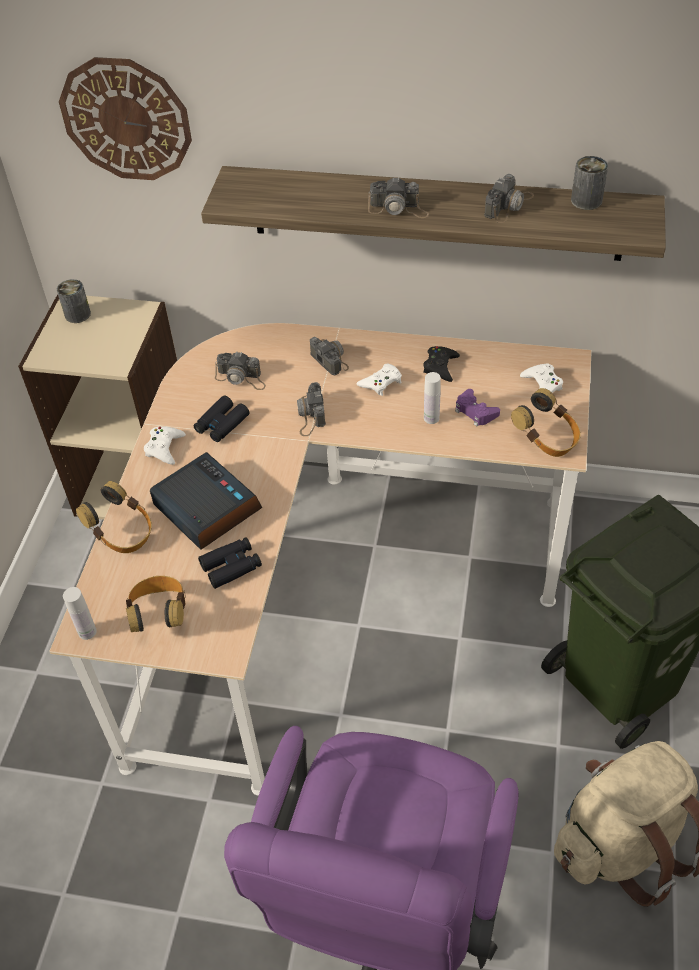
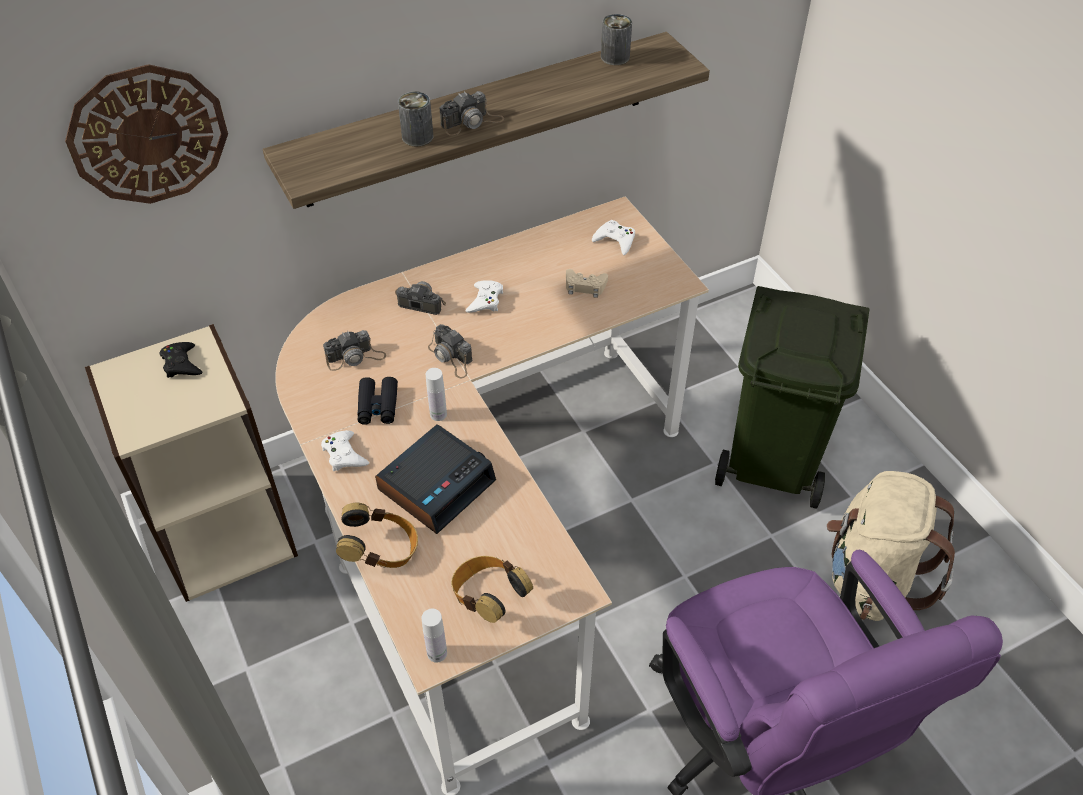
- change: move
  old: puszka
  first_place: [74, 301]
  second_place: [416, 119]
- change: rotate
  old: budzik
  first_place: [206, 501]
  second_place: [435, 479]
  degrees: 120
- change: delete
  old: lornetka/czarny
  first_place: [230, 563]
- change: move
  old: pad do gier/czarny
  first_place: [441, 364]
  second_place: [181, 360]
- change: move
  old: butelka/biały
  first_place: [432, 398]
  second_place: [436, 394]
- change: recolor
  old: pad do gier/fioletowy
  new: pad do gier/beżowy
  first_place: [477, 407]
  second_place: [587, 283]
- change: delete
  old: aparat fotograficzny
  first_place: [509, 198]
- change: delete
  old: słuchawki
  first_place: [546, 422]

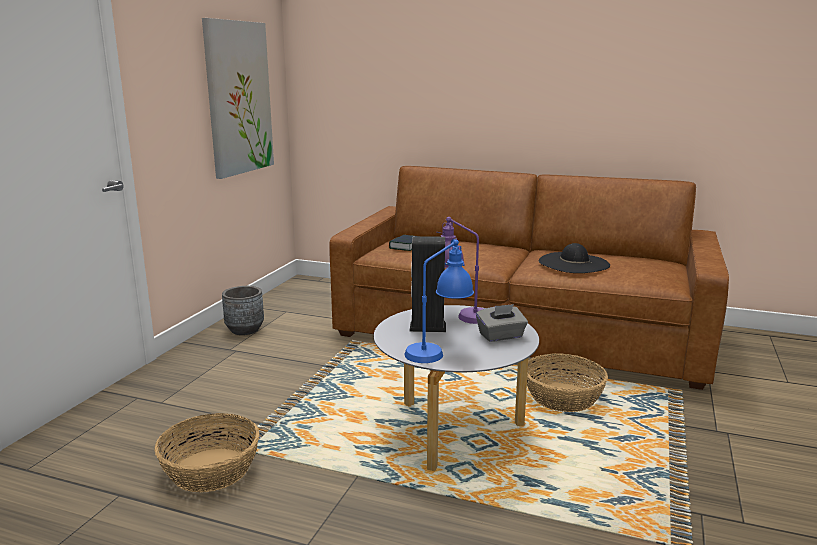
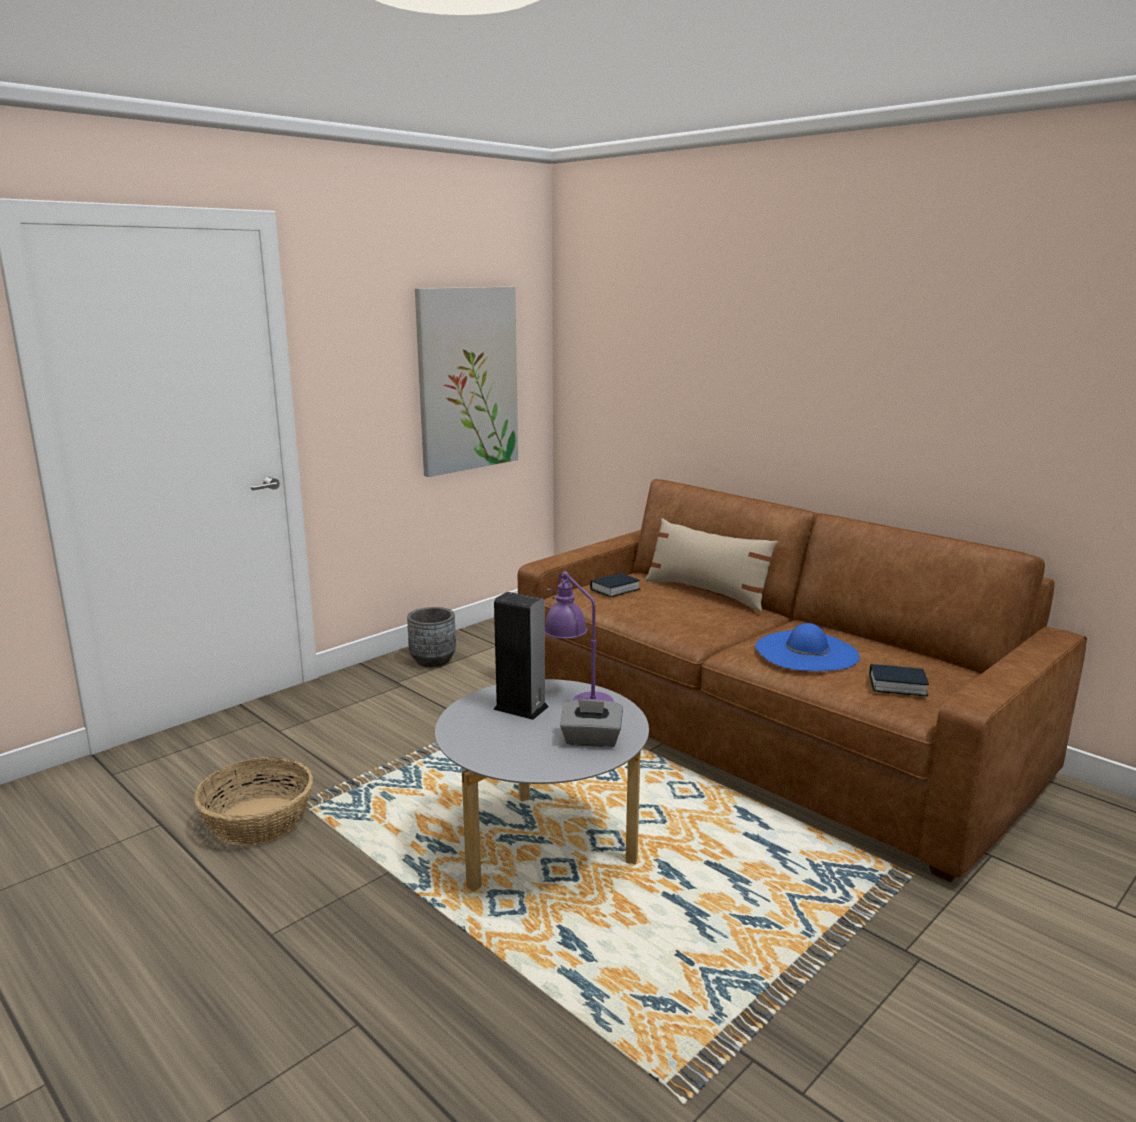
- change: delete
  old: lampa stołowa/niebieski
  first_place: [439, 301]
- change: delete
  old: koszyk
  first_place: [567, 382]
- change: recolor
  old: kapelusz/czarny
  new: kapelusz/niebieski
  first_place: [574, 258]
  second_place: [807, 647]
- change: insert
  new: poduszka/beżowy
  second_place: [711, 564]
- change: insert
  new: książka
  second_place: [899, 680]

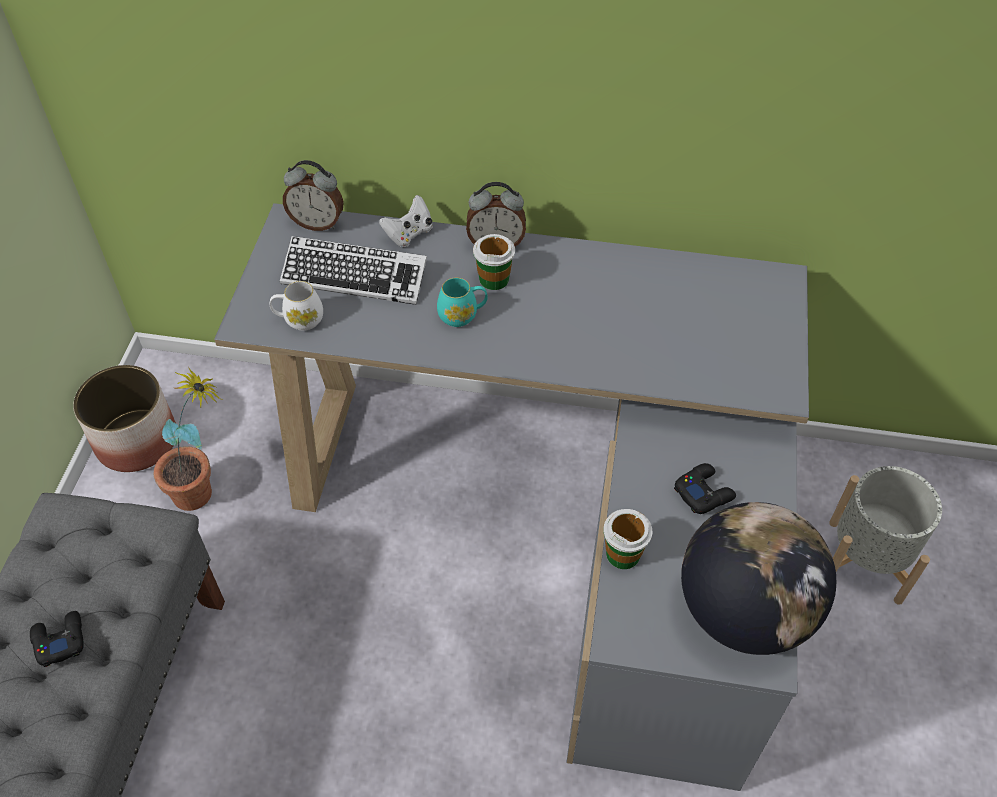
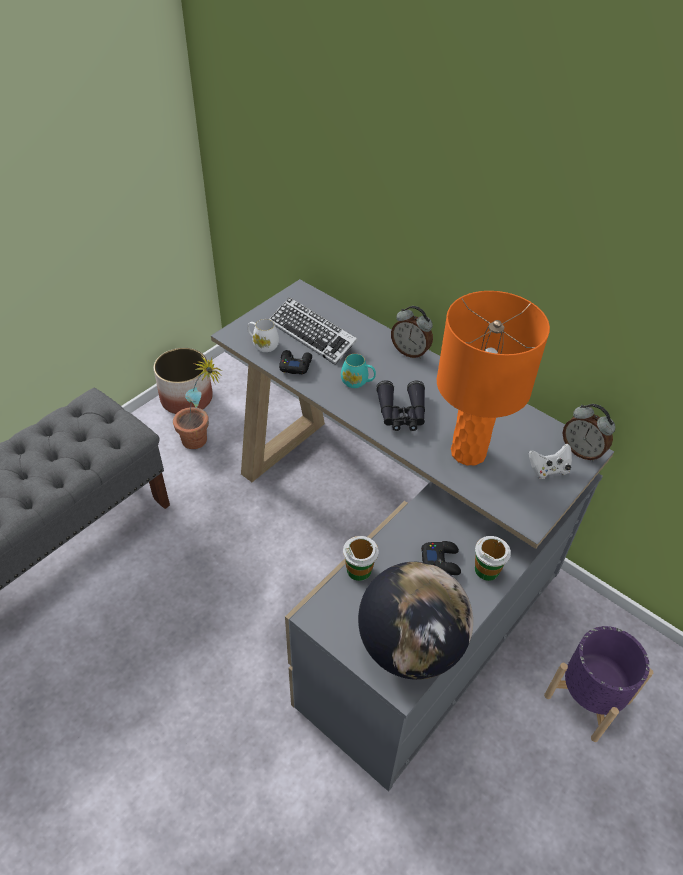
- change: move
  old: pad do gier/czarny
  first_place: [57, 639]
  second_place: [295, 362]
- change: move
  old: budzik
  first_place: [313, 195]
  second_place: [589, 432]
- change: move
  old: pad do gier/biały
  first_place: [406, 221]
  second_place: [550, 461]
- change: move
  old: filiżanka
  first_place: [494, 262]
  second_place: [493, 558]
- change: recolor
  old: donica/szary
  new: donica/fioletowy
  first_place: [885, 535]
  second_place: [598, 684]
- change: insert
  new: lornetka/czarny
  second_place: [400, 405]
- change: insert
  new: lampa stołowa/pomarańczowy
  second_place: [493, 378]

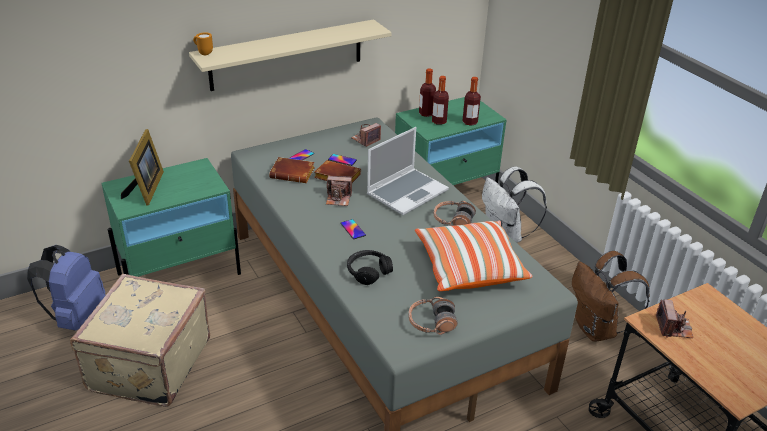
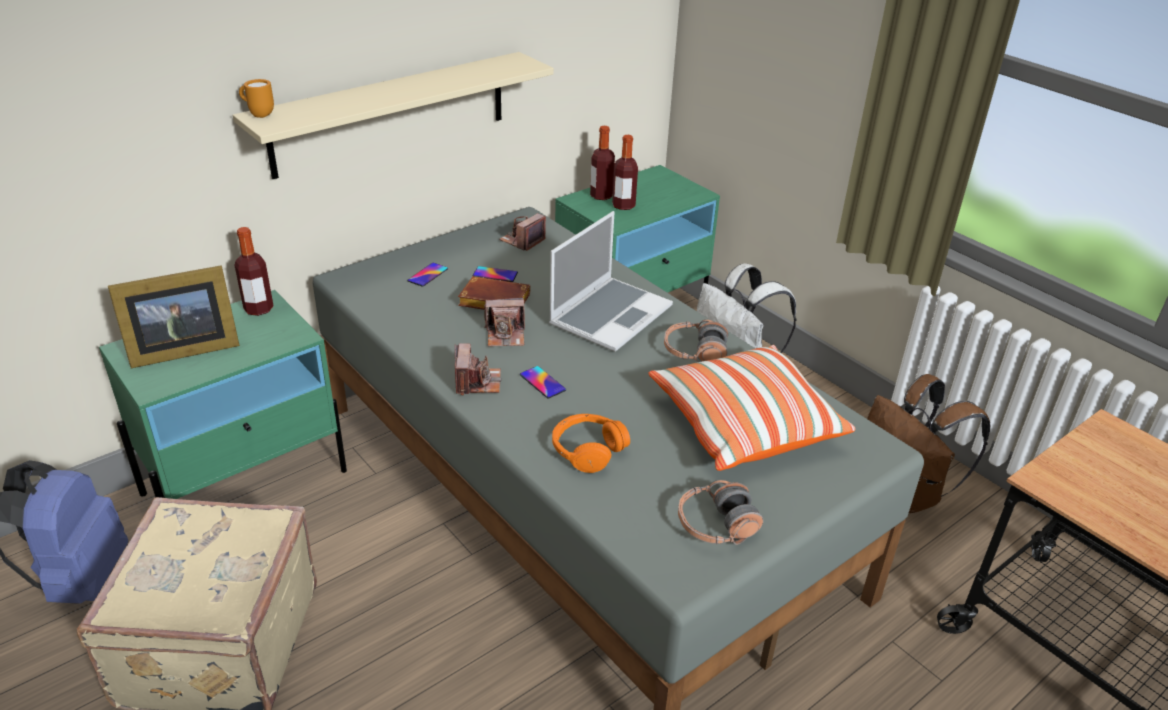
- change: rotate
  old: ramka na zdjęcie
  first_place: [142, 167]
  second_place: [174, 316]
  degrees: 75
- change: delete
  old: książka/brązowy
  first_place: [292, 170]
- change: recolor
  old: słuchawki/czarny
  new: słuchawki/pomarańczowy
  first_place: [370, 267]
  second_place: [591, 443]
- change: move
  old: butelka
  first_place: [471, 101]
  second_place: [254, 271]
- change: move
  old: aparat fotograficzny
  first_place: [675, 318]
  second_place: [478, 369]

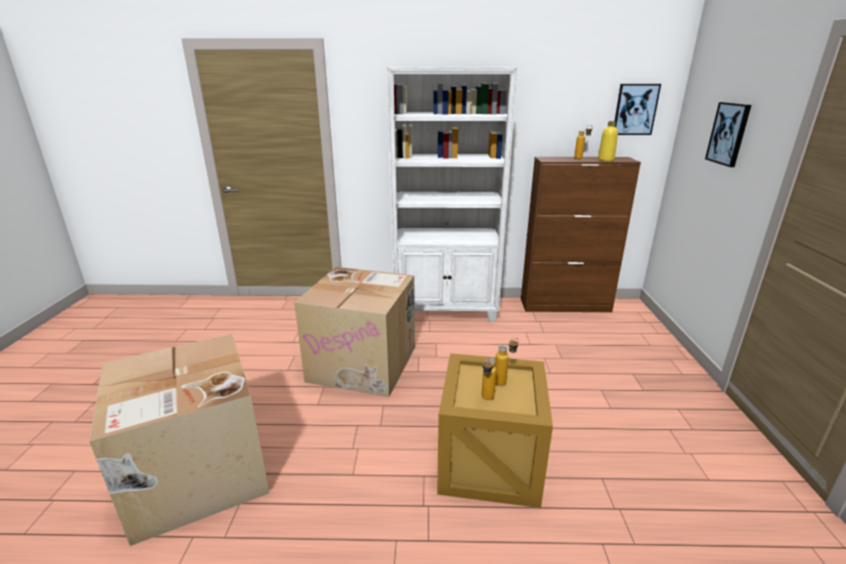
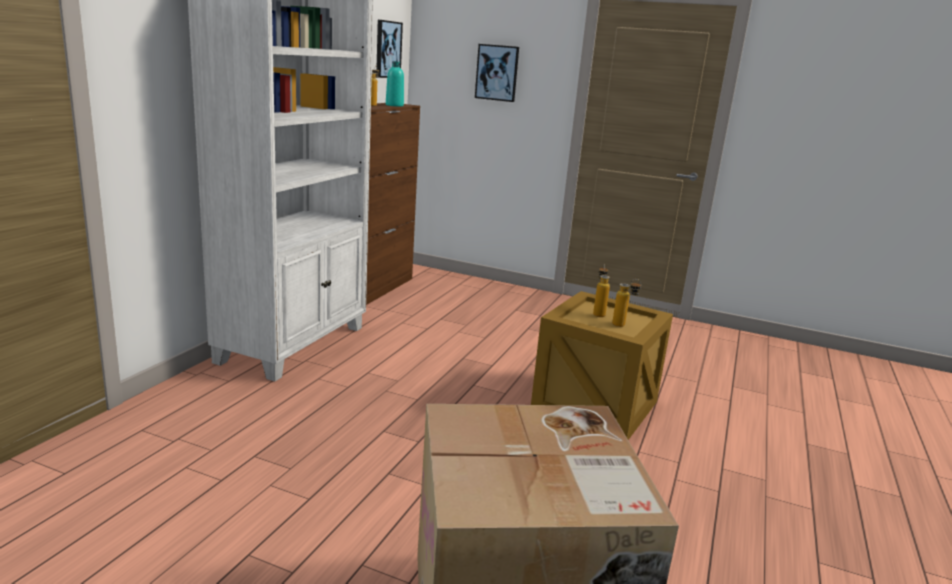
- change: delete
  old: karton
  first_place: [354, 332]
- change: recolor
  old: butelka/żółty
  new: butelka/turkusowy
  first_place: [608, 141]
  second_place: [395, 84]

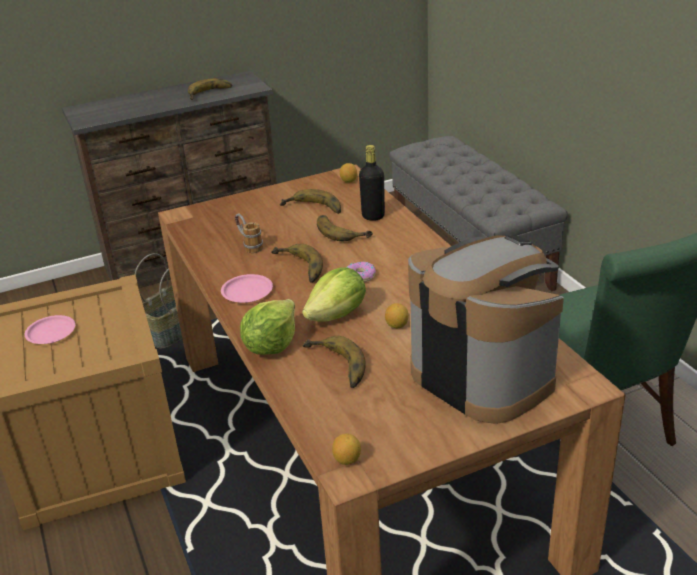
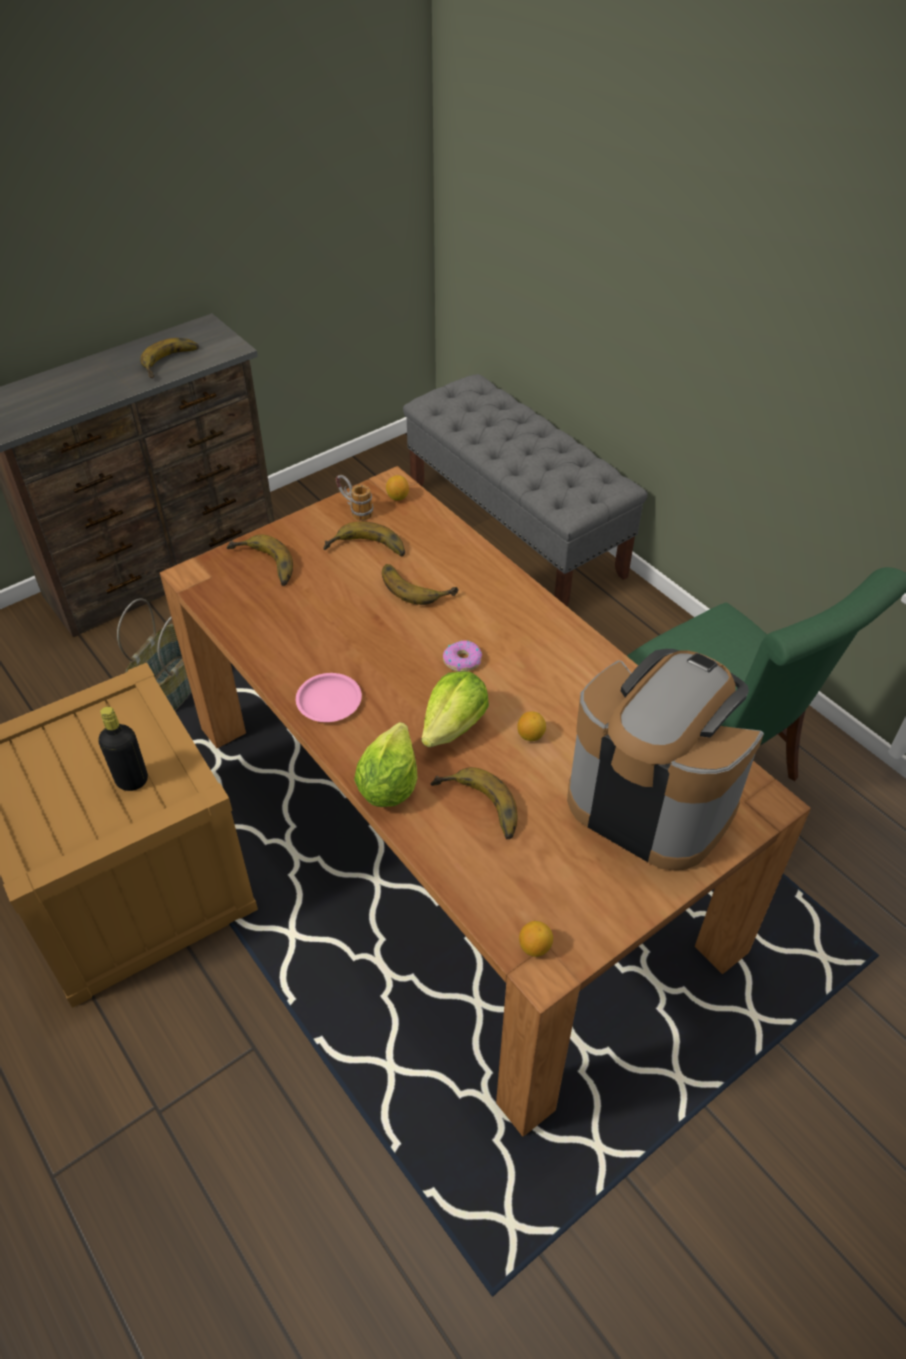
- change: delete
  old: talerz/różowy
  first_place: [50, 329]
- change: move
  old: kubek
  first_place: [249, 233]
  second_place: [354, 498]
- change: move
  old: banan
  first_place: [297, 263]
  second_place: [259, 560]
- change: move
  old: butelka/czarny
  first_place: [372, 183]
  second_place: [123, 749]

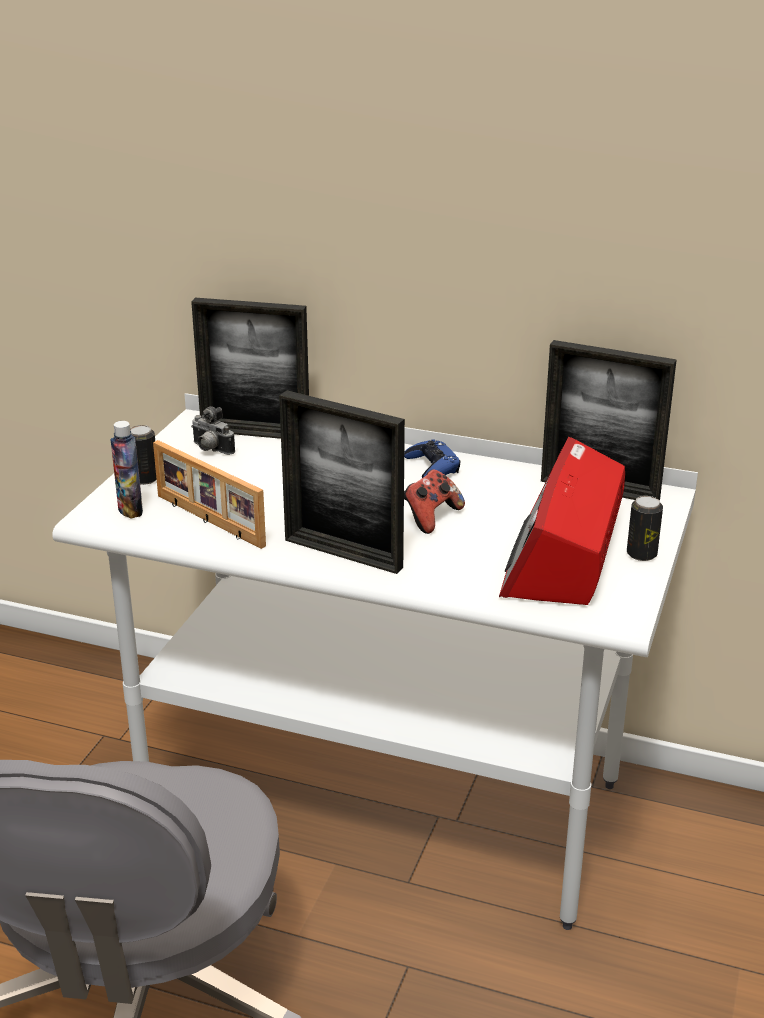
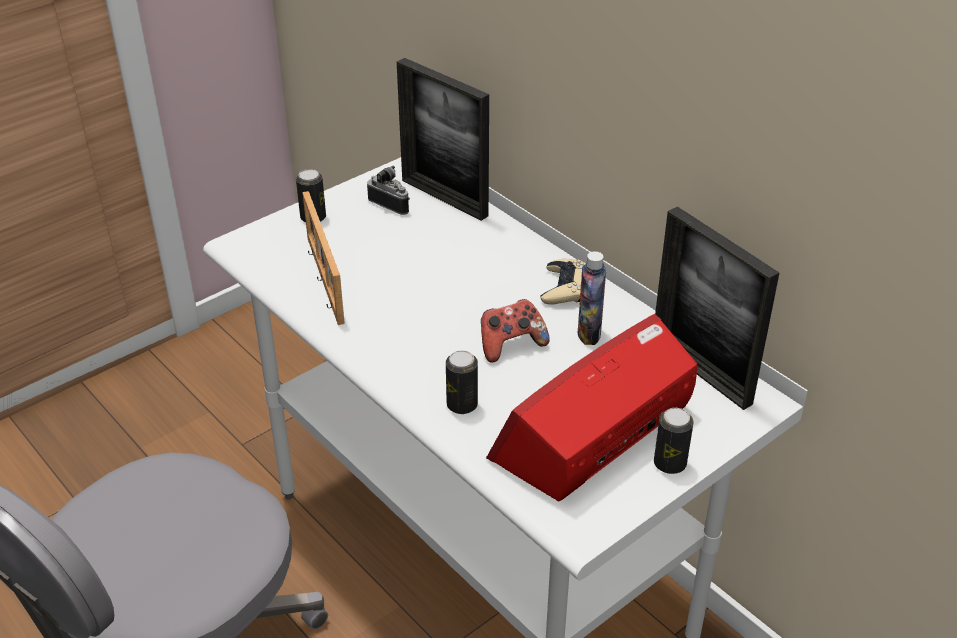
- change: move
  old: butelka
  first_place: [126, 470]
  second_place: [592, 298]
- change: rotate
  old: aparat fotograficzny
  first_place: [213, 430]
  second_place: [388, 190]
  degrees: 150
- change: delete
  old: ramka na zdjęcie
  first_place: [342, 482]
- change: recolor
  old: pad do gier/niebieski
  new: pad do gier/beżowy
  first_place: [432, 458]
  second_place: [563, 282]
- change: insert
  new: puszka
  second_place: [462, 382]

